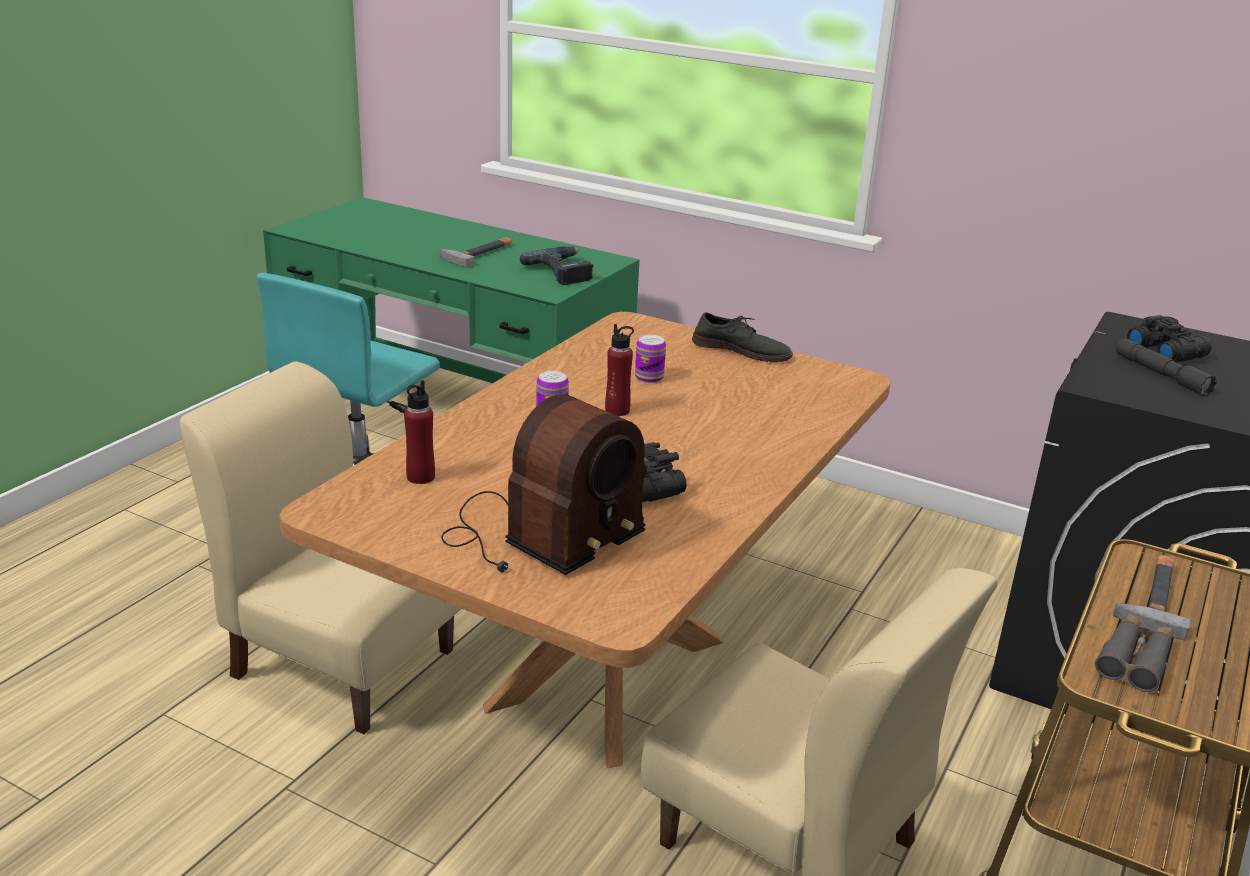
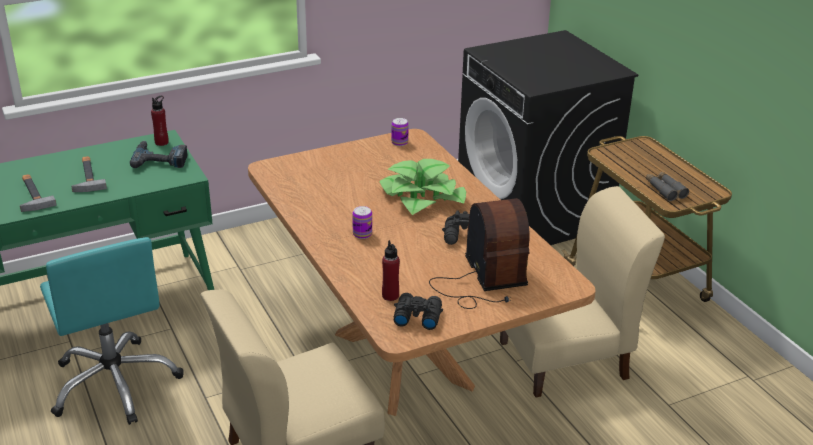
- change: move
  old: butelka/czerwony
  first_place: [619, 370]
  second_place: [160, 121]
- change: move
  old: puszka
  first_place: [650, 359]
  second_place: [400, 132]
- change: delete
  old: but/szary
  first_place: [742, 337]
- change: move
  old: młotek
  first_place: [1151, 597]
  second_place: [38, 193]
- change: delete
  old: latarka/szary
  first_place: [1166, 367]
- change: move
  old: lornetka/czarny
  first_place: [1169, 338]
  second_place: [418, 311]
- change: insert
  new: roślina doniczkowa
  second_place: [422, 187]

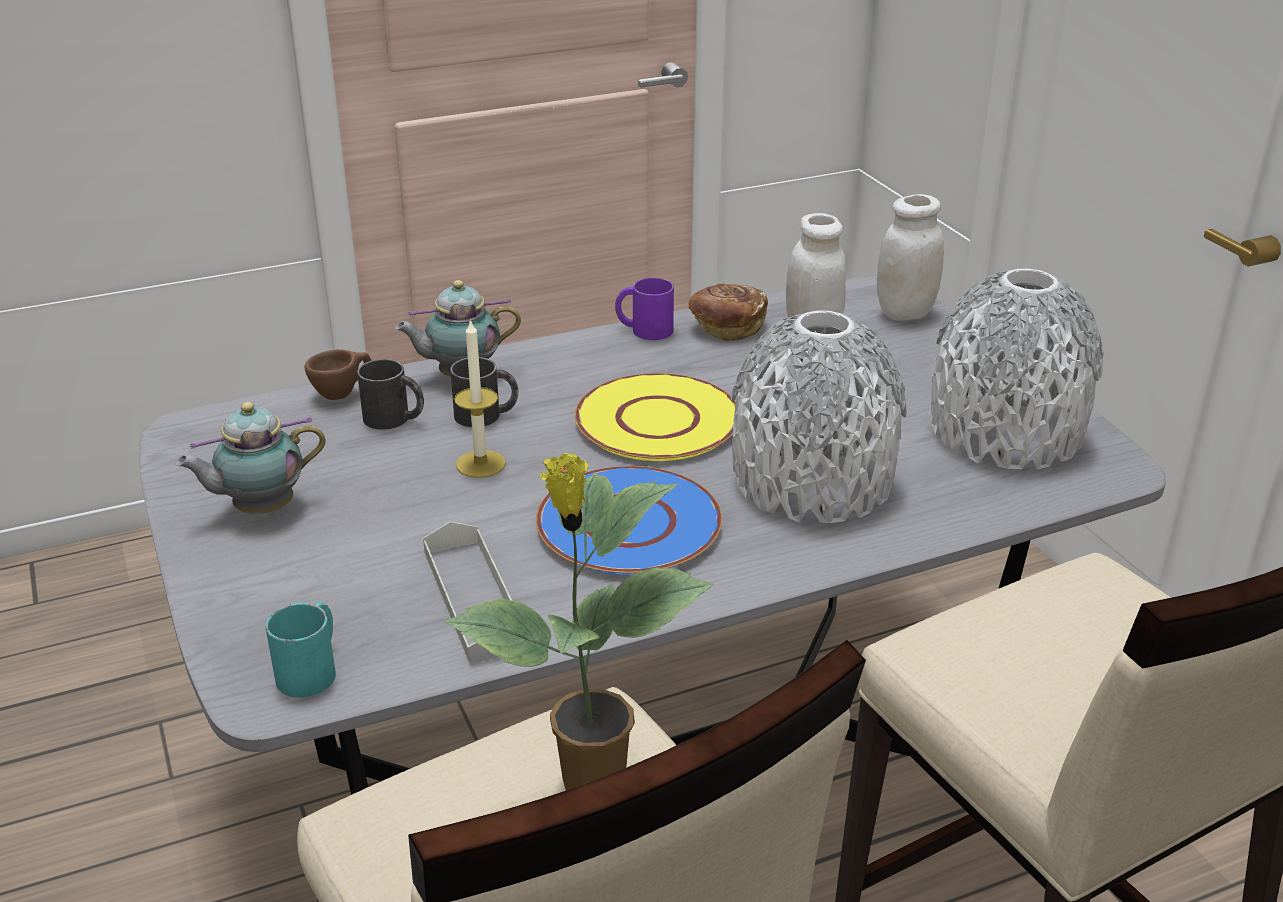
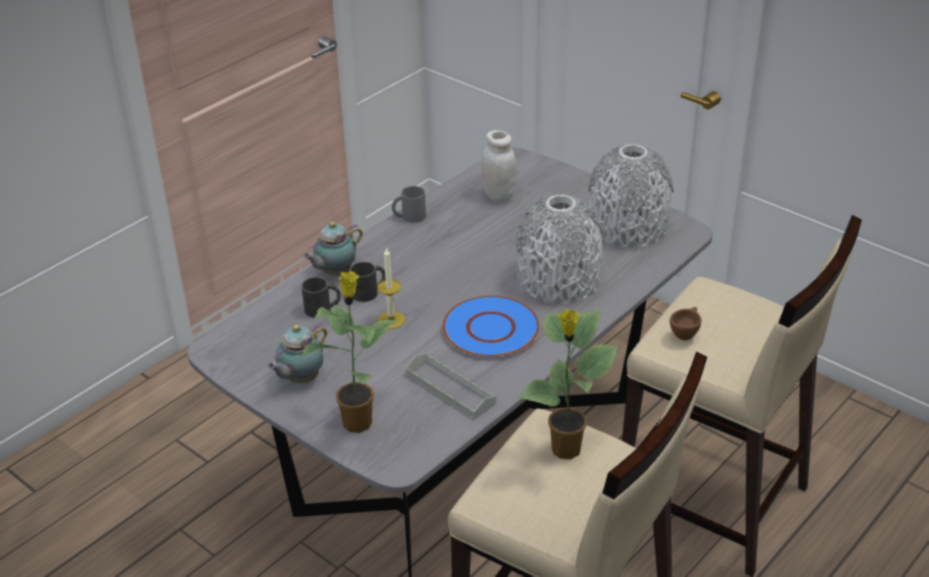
- change: delete
  old: kubek/turkusowy
  first_place: [300, 650]
- change: move
  old: filiżanka/brązowy
  first_place: [338, 374]
  second_place: [685, 323]
- change: delete
  old: talerz/żółty
  first_place: [655, 417]
- change: recolor
  old: kubek/fioletowy
  new: kubek/szary
  first_place: [644, 308]
  second_place: [409, 204]
- change: delete
  old: chleb
  first_place: [728, 312]
- change: delete
  old: słoik/biały
  first_place: [910, 257]
- change: insert
  new: roślina doniczkowa
  second_place: [350, 352]

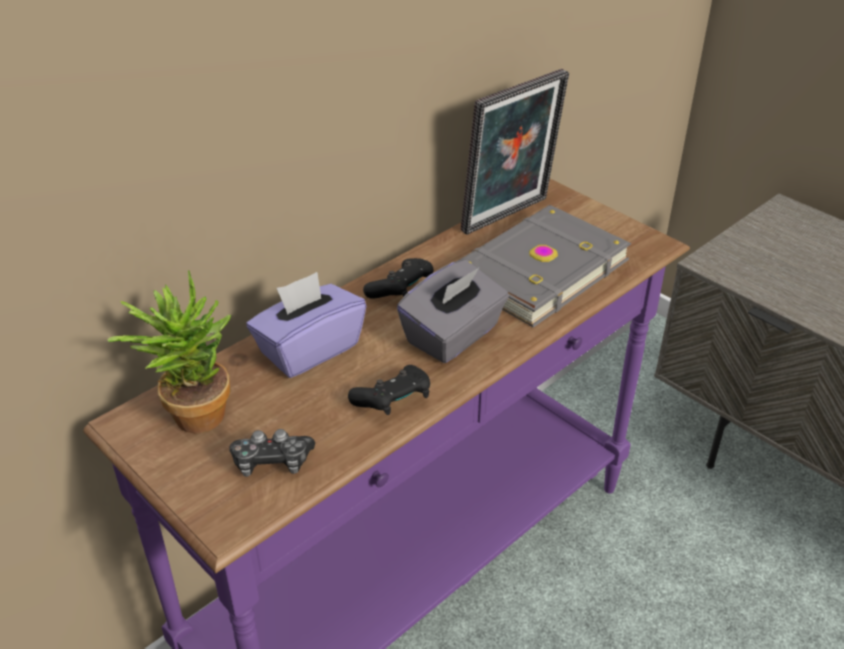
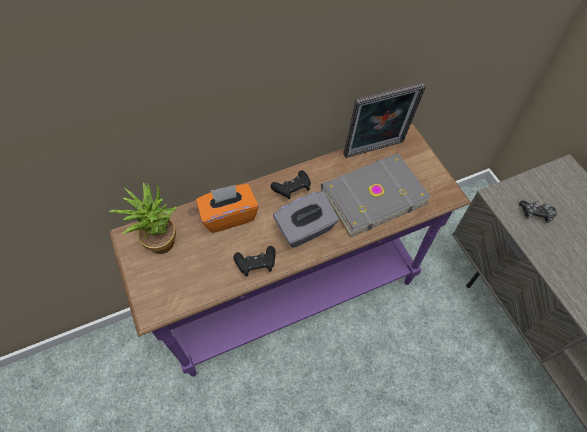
- change: move
  old: pad do gier
  first_place: [272, 453]
  second_place: [538, 212]
- change: recolor
  old: pudełko chusteczek/fioletowy
  new: pudełko chusteczek/pomarańczowy
  first_place: [306, 325]
  second_place: [227, 208]

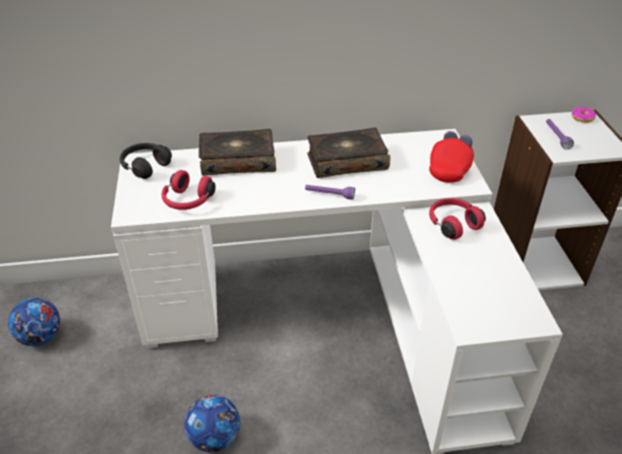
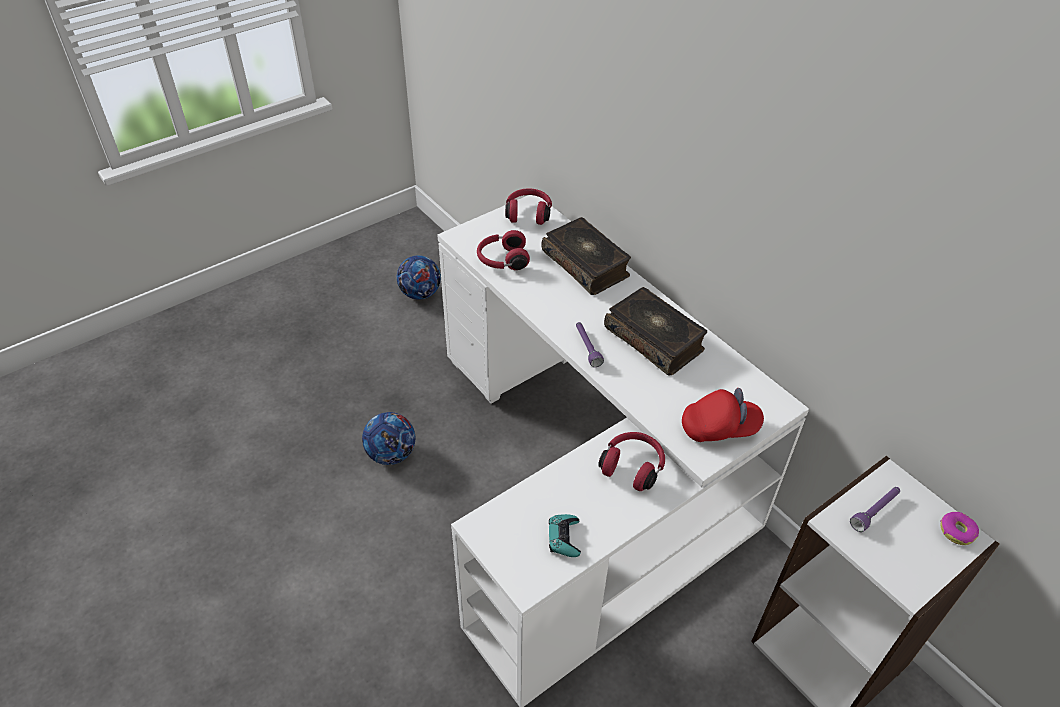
- change: recolor
  old: słuchawki/czarny
  new: słuchawki/czerwony
  first_place: [146, 161]
  second_place: [528, 206]
- change: insert
  new: pad do gier/turkusowy
  second_place: [565, 535]

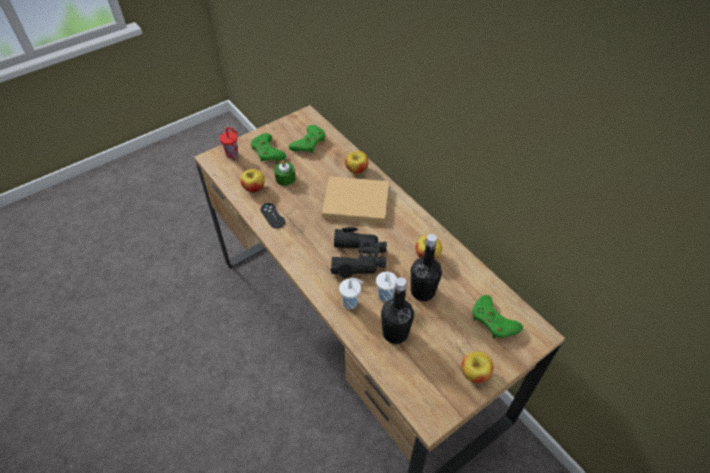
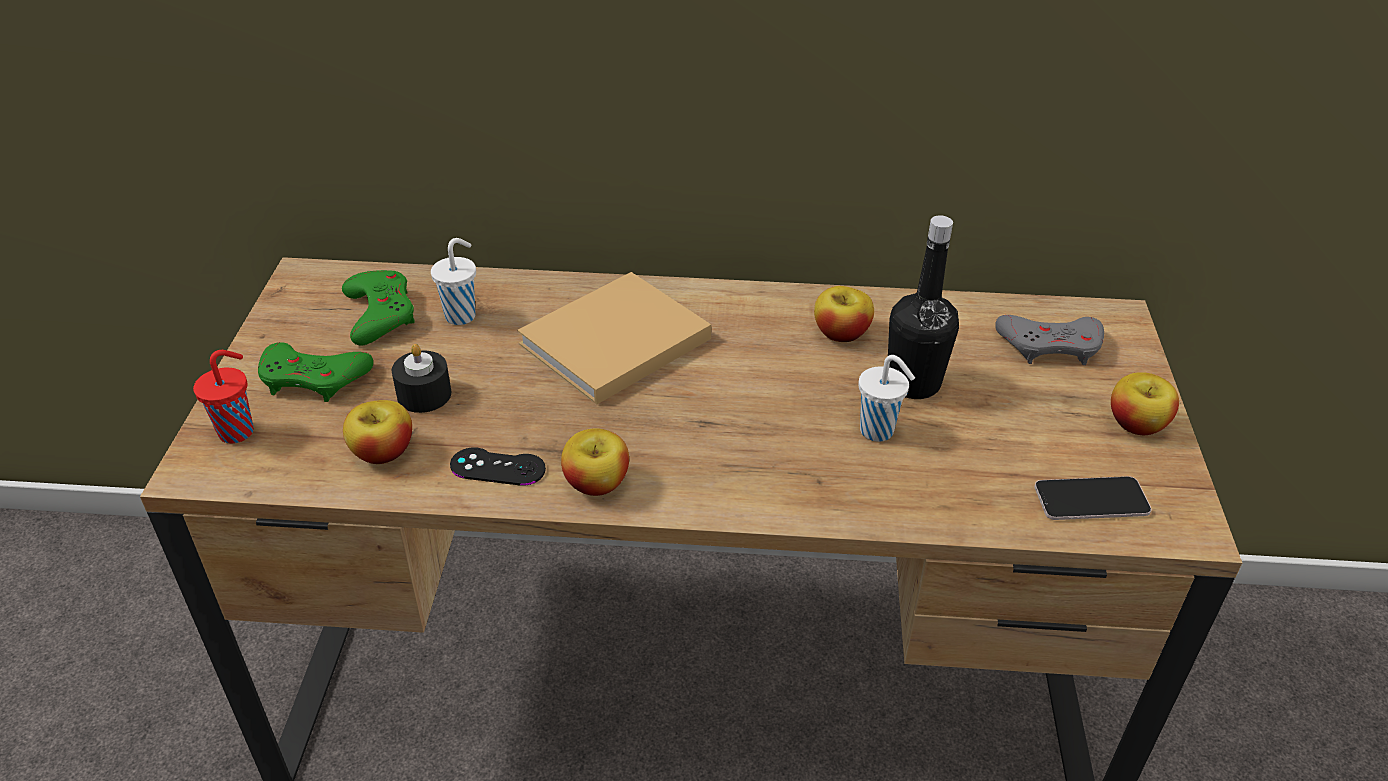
- change: recolor
  old: świeca/zielony
  new: świeca/czarny
  first_place: [285, 173]
  second_place: [421, 378]
- change: delete
  old: lornetka/czarny
  first_place: [358, 252]
- change: move
  old: filiżanka/biały
  first_place: [351, 293]
  second_place: [453, 281]
- change: move
  old: jabłko
  first_place: [356, 162]
  second_place: [595, 462]
- change: delete
  old: butelka/czarny
  first_place: [397, 310]
- change: recolor
  old: pad do gier/zielony
  new: pad do gier/szary
  first_place: [498, 317]
  second_place: [1049, 340]
- change: insert
  new: telefon
  second_place: [1092, 498]

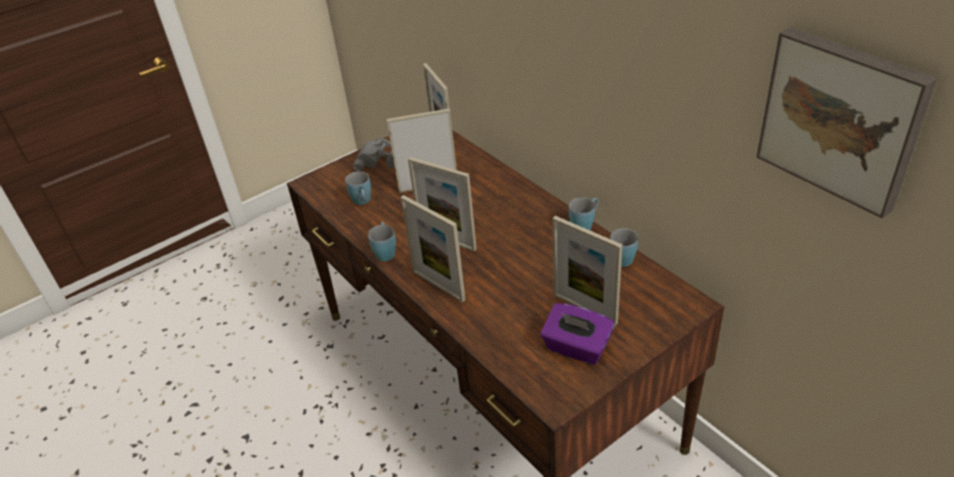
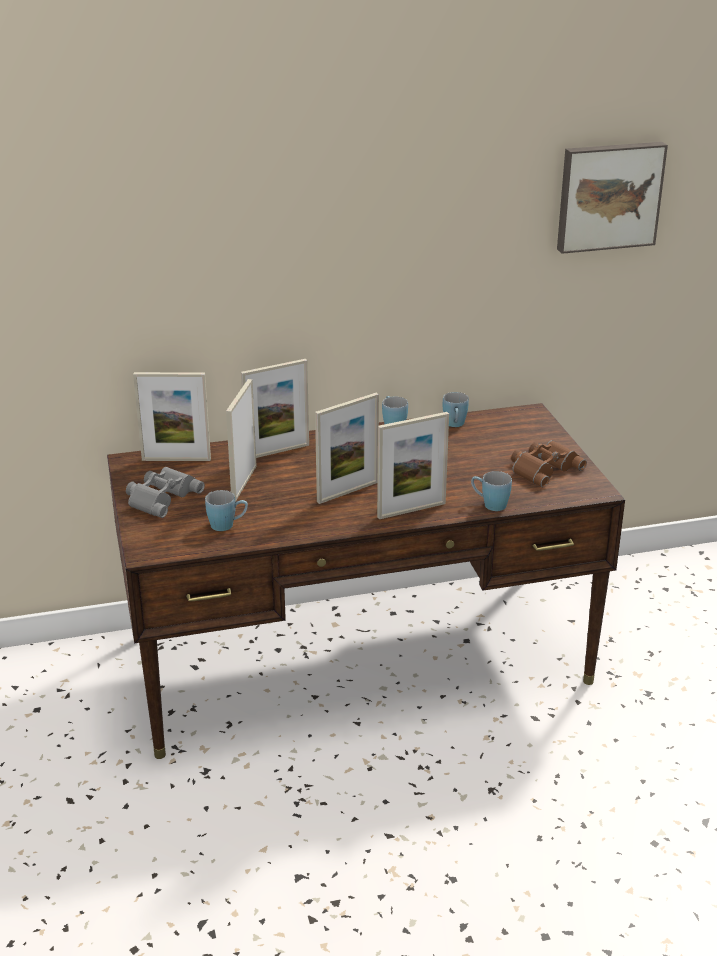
- change: move
  old: kubek/niebieski
  first_place: [382, 241]
  second_place: [491, 491]
- change: replace
  old: pudełko chusteczek/fioletowy
  new: lornetka/brązowy
  first_place: [577, 334]
  second_place: [549, 463]
- change: move
  old: ramka na zdjęcie
  first_place: [587, 271]
  second_place: [275, 408]

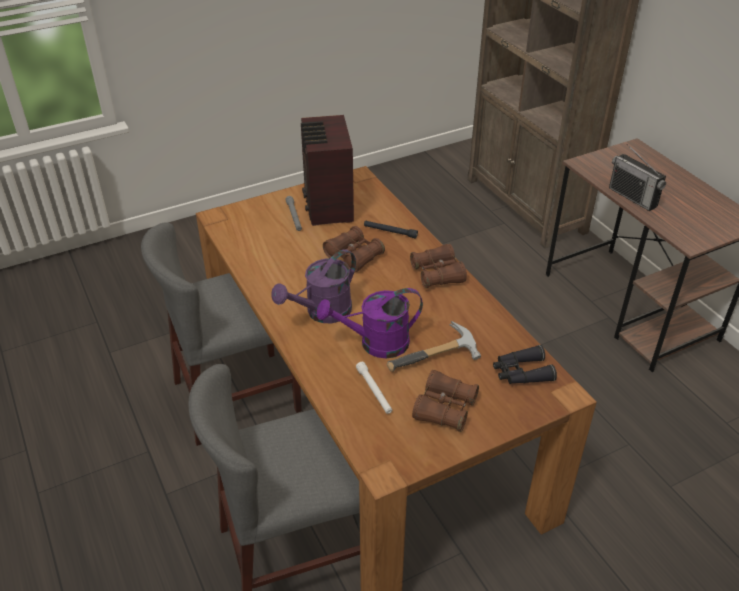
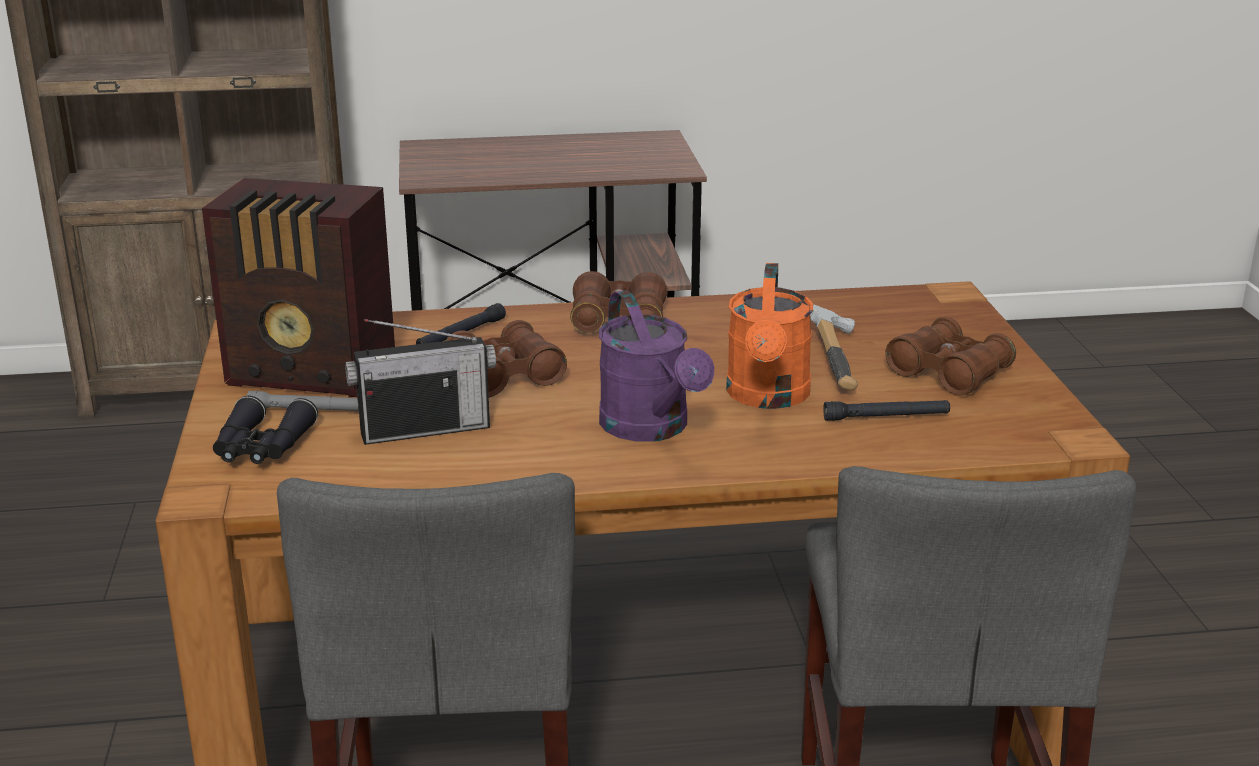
- change: recolor
  old: konewka/fioletowy
  new: konewka/pomarańczowy
  first_place: [370, 323]
  second_place: [769, 336]
- change: recolor
  old: latarka/biały
  new: latarka/czarny
  first_place: [374, 388]
  second_place: [886, 410]
- change: move
  old: lornetka/czarny
  first_place: [525, 364]
  second_place: [265, 430]
- change: move
  old: radio
  first_place: [637, 177]
  second_place: [420, 382]

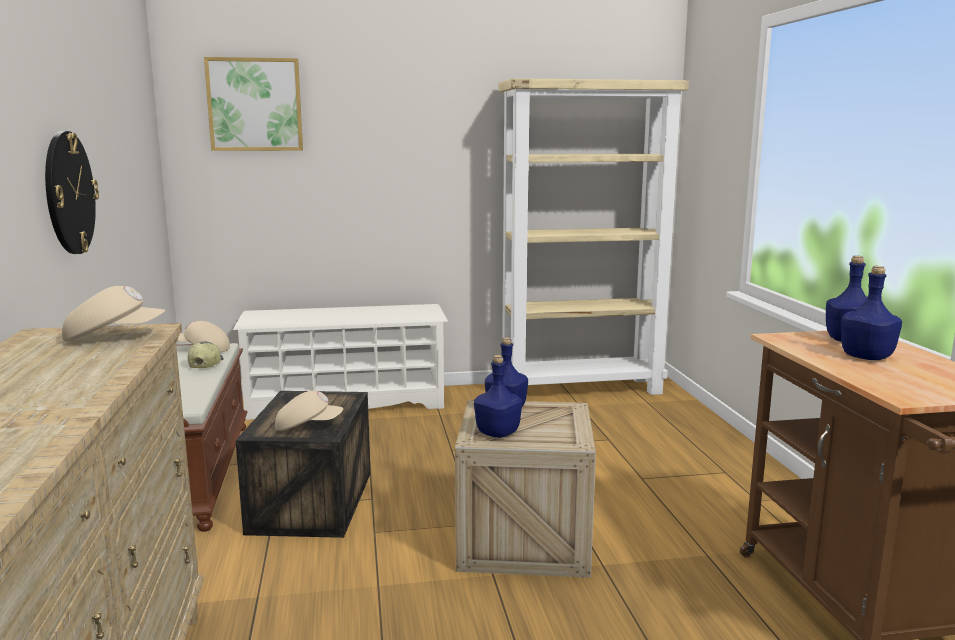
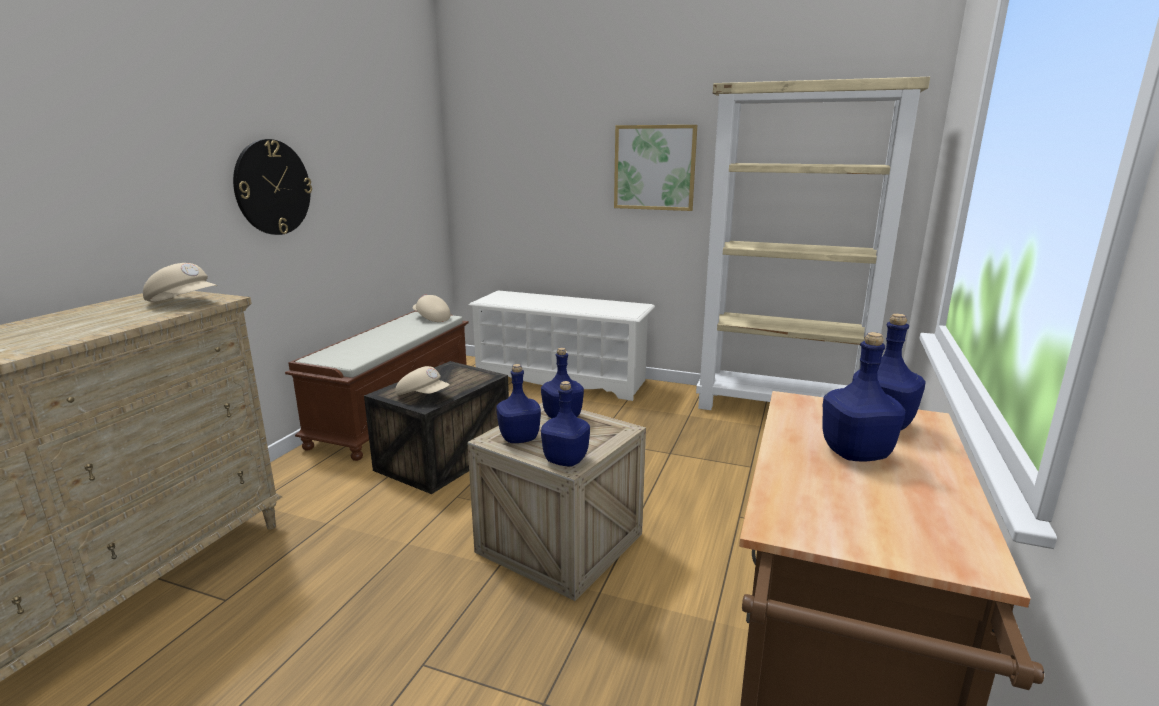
- change: delete
  old: czapka z daszkiem
  first_place: [206, 354]
- change: move
  old: obraz
  first_place: [253, 104]
  second_place: [655, 168]
- change: insert
  new: butelka/niebieski
  second_place: [565, 423]

